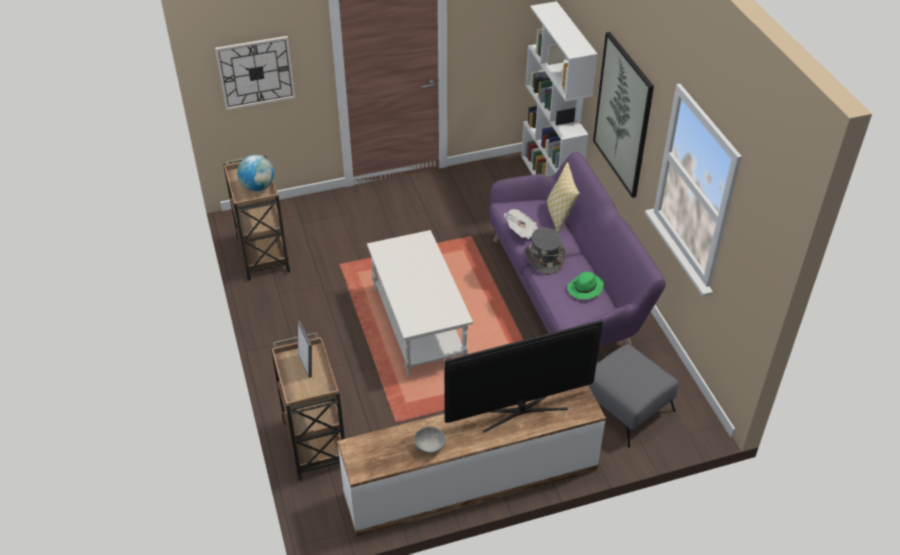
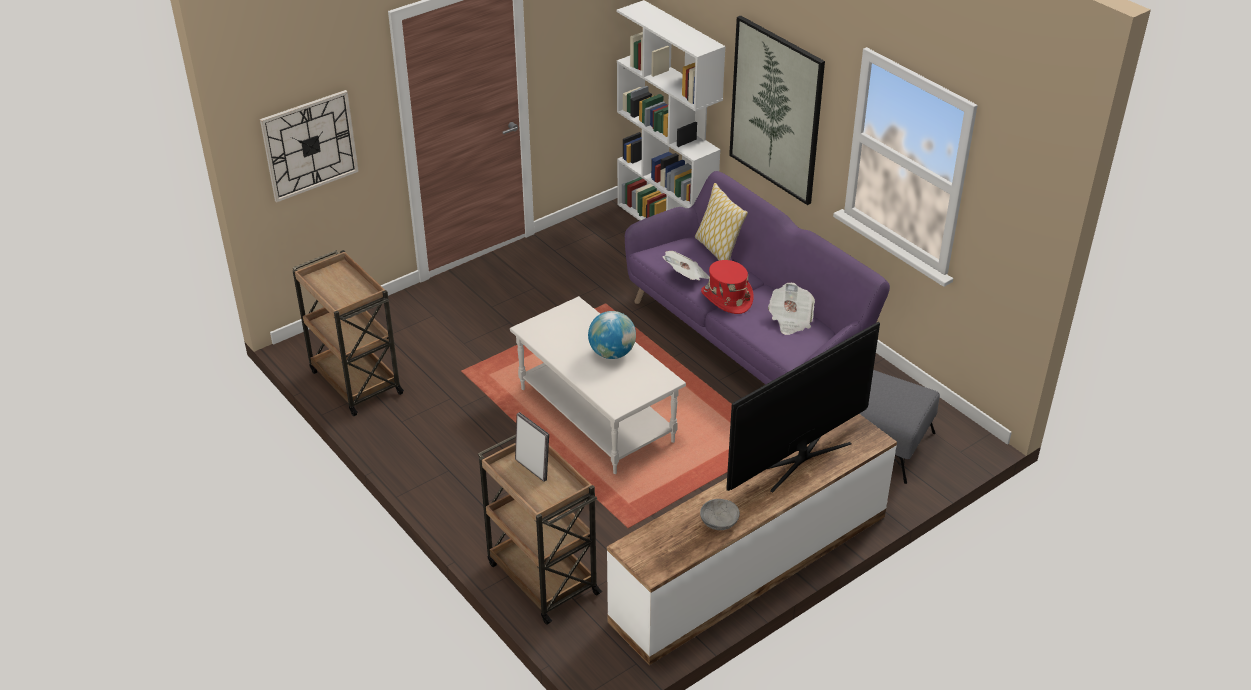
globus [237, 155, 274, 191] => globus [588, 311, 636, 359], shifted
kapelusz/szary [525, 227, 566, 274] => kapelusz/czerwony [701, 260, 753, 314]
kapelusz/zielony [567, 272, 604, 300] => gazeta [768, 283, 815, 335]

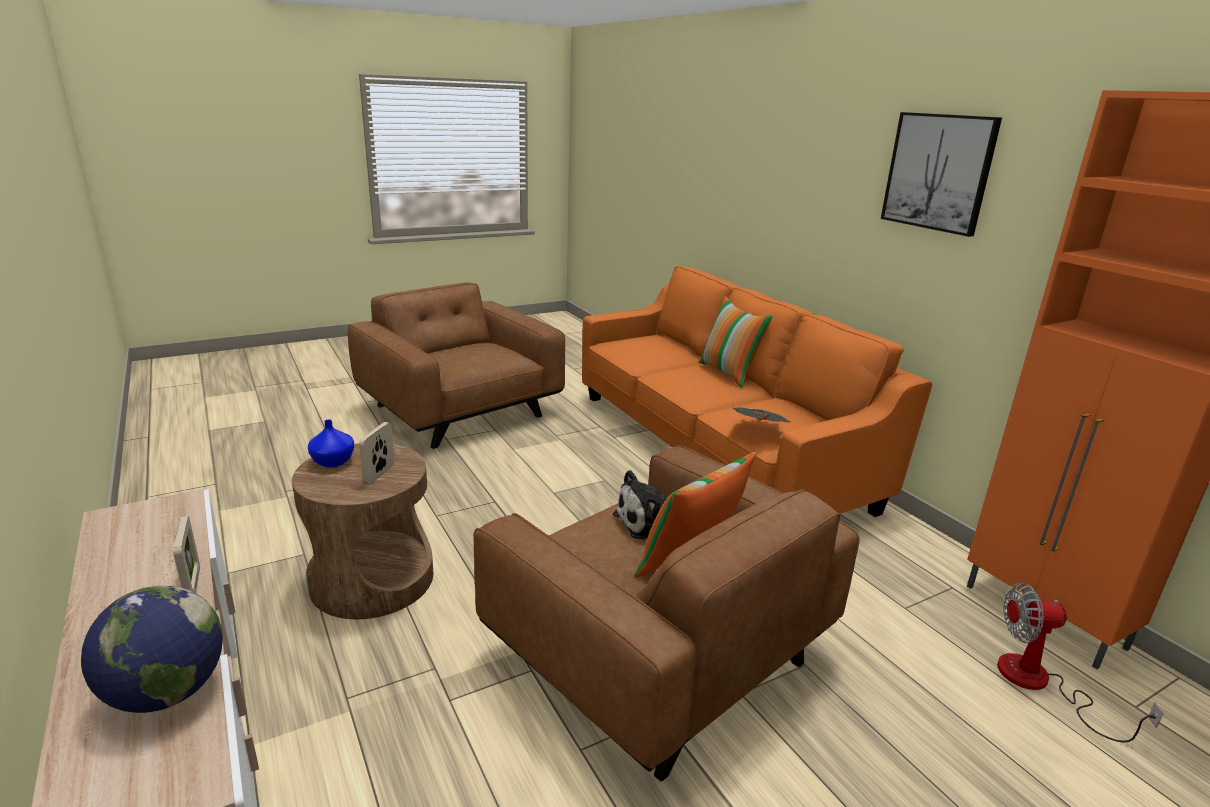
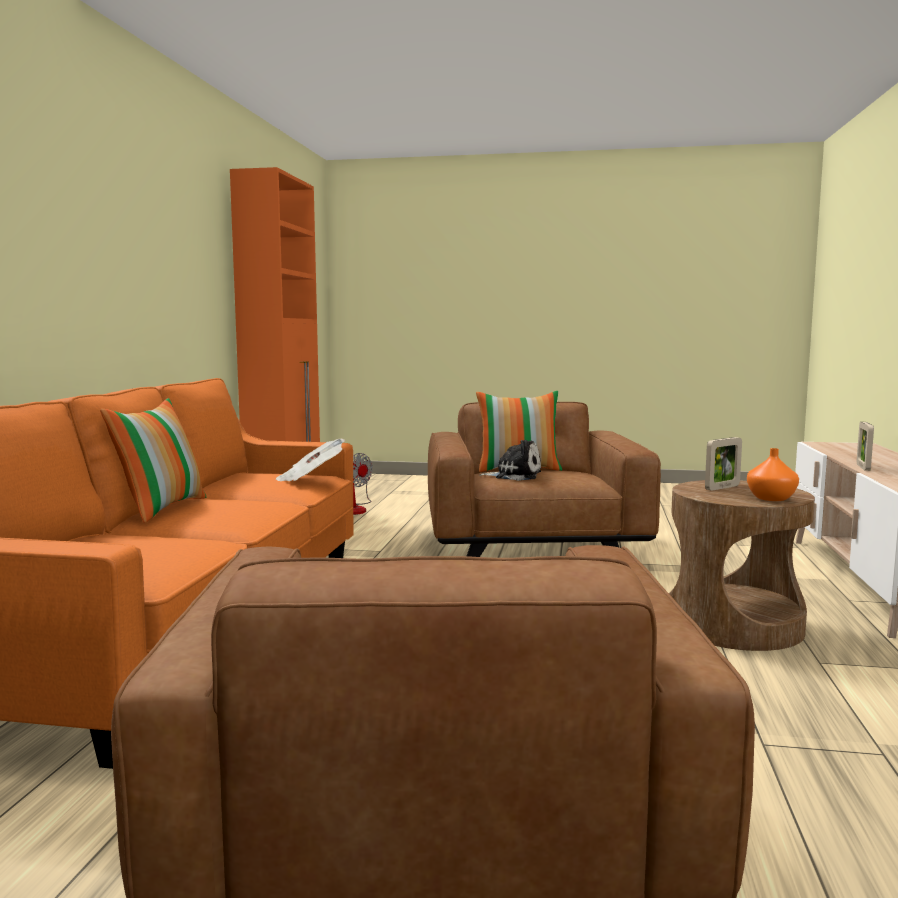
obraz [881, 112, 1002, 237] => nothing
wazon/niebieski [308, 420, 355, 468] => wazon/pomarańczowy [747, 448, 799, 501]
globus [81, 585, 223, 713] => nothing

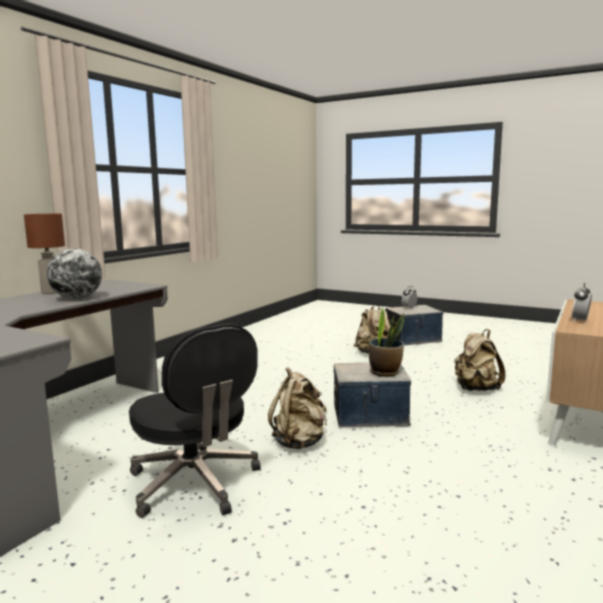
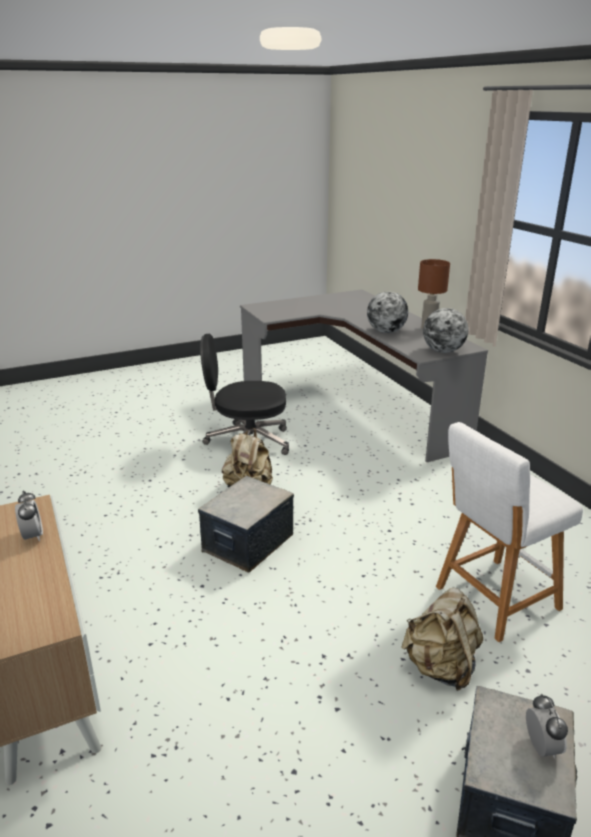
roślina doniczkowa [369, 307, 404, 377] => nothing
plecak/beżowy [454, 329, 505, 391] => nothing
nothing => globus [423, 308, 468, 353]
nothing => stołek/biały [436, 422, 583, 642]

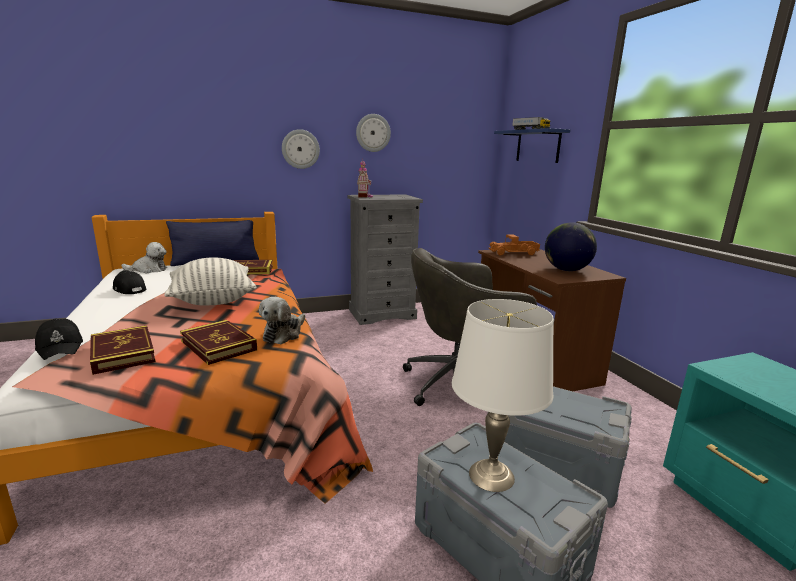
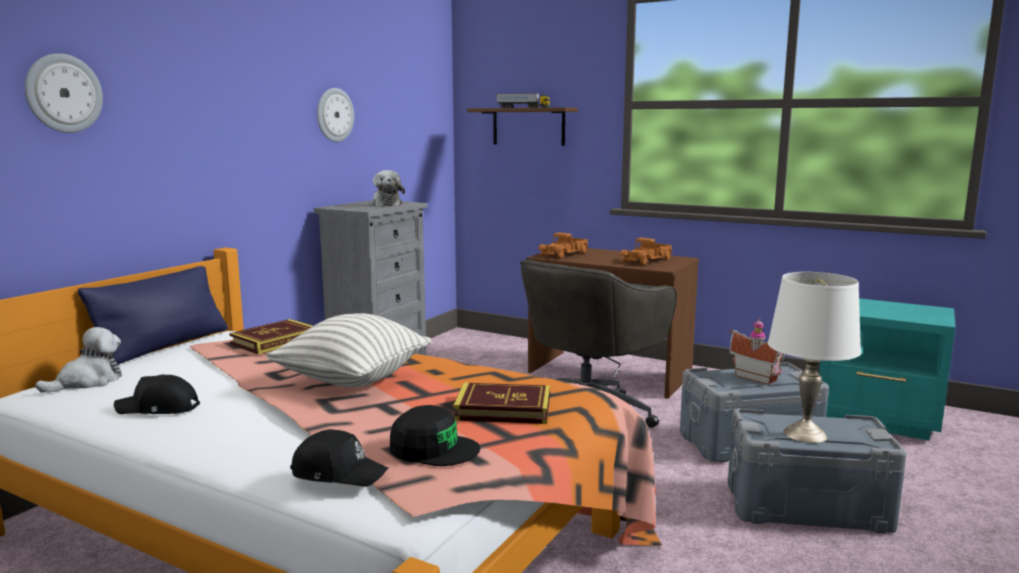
półka/niebieski [494, 128, 570, 163] => półka/brązowy [467, 107, 578, 146]
zegar ścienny [282, 129, 320, 169] => zegar ścienny [25, 53, 103, 133], shifted
domek [357, 159, 373, 198] => domek [730, 317, 785, 385], shifted
globus [545, 222, 597, 271] => ciężarówka zabawkowa [620, 238, 672, 265]
pluszak [259, 297, 305, 344] => pluszak [370, 170, 405, 207], shifted
książka [90, 325, 156, 375] => czapka z daszkiem/czarny [390, 405, 480, 466]

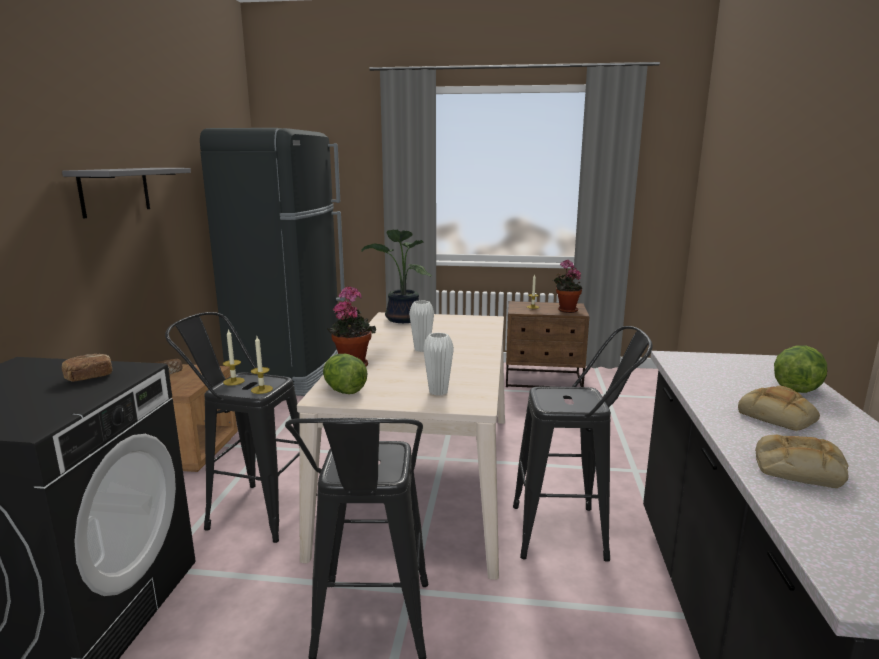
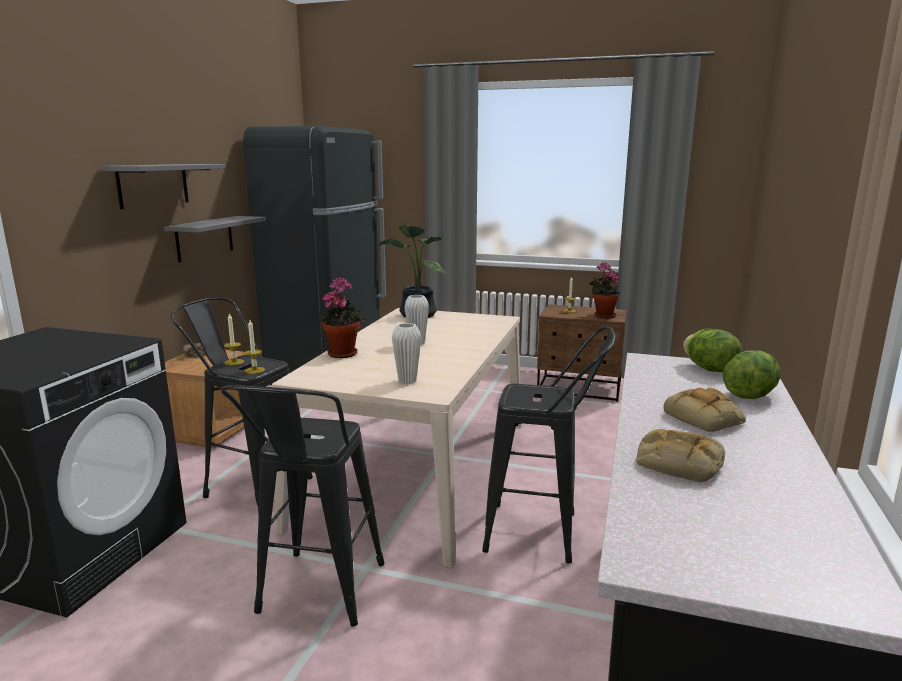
chleb [62, 354, 112, 382] => nothing
sałata [323, 354, 368, 394] => sałata [683, 329, 742, 372], shifted
nothing => półka/szary [164, 216, 266, 262]

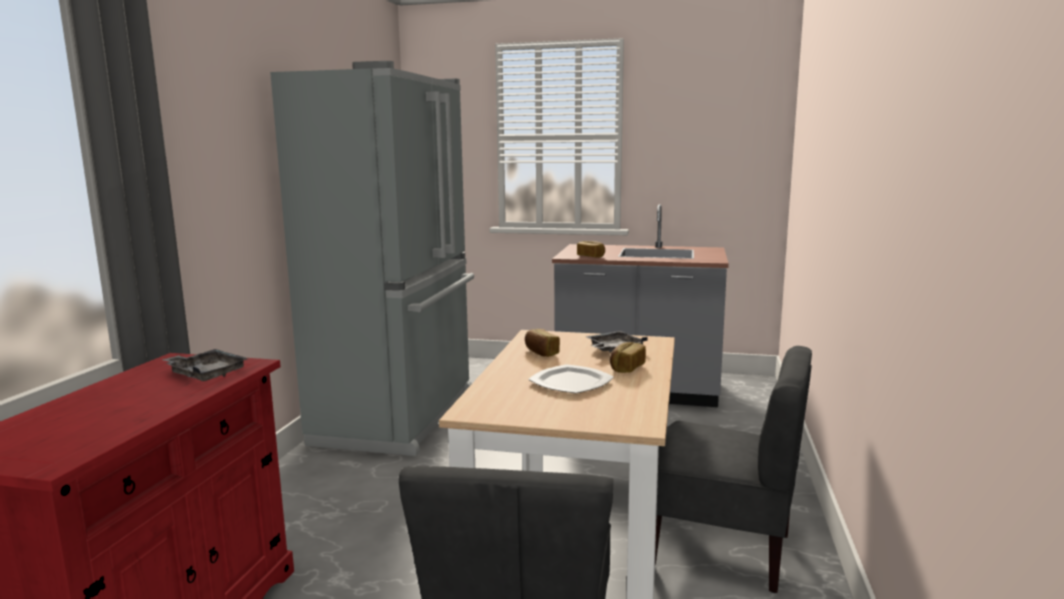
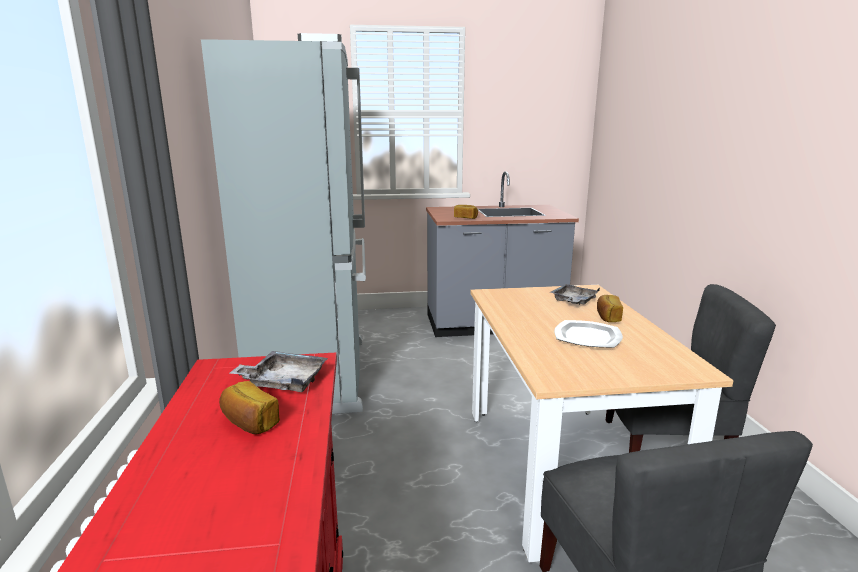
chleb [525, 329, 560, 357] => chleb [219, 381, 280, 434], shifted

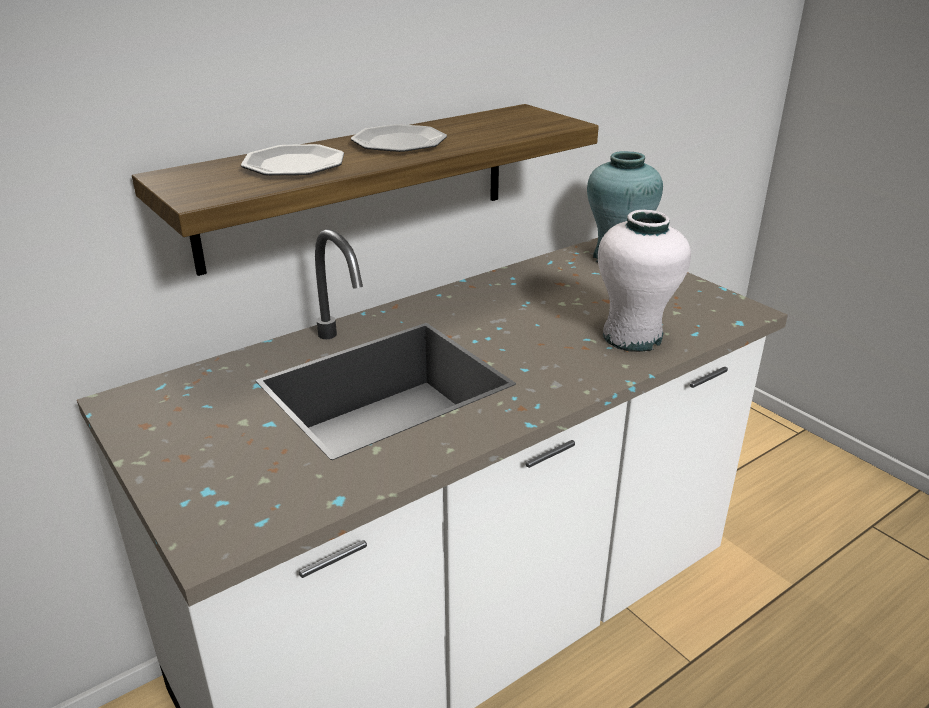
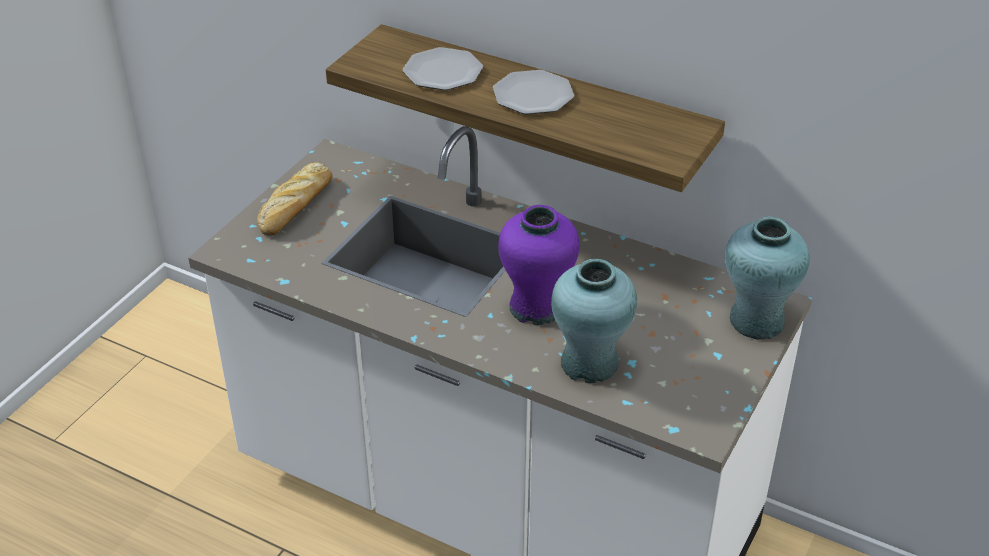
wazon/biały [598, 210, 691, 352] => wazon/turkusowy [551, 259, 637, 383]
nothing => chleb [257, 162, 333, 236]
nothing => wazon/fioletowy [498, 205, 580, 325]

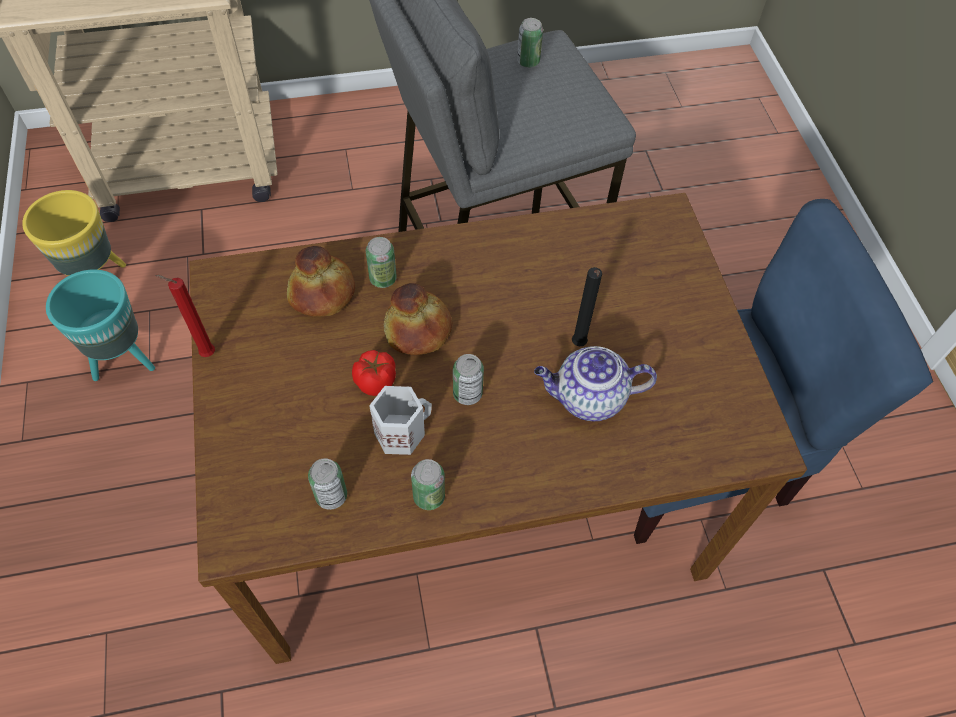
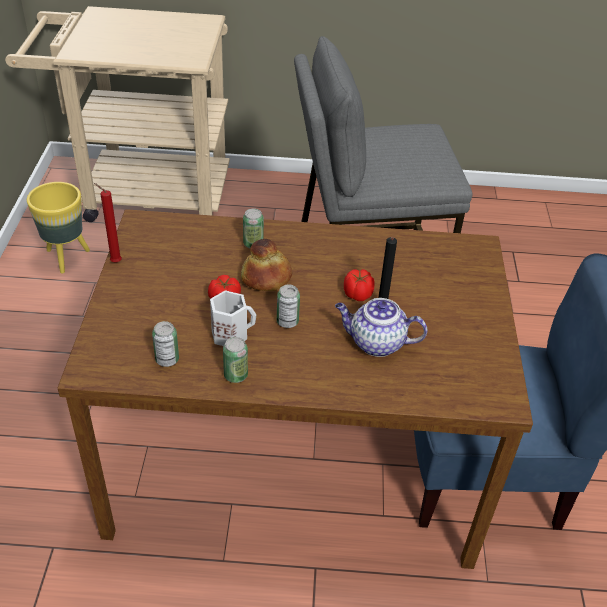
puszka [517, 18, 543, 68] => nothing
chleb [287, 246, 355, 317] => nothing
donica/turkusowy [46, 269, 155, 381] => nothing
nothing => pomidor [344, 269, 374, 301]

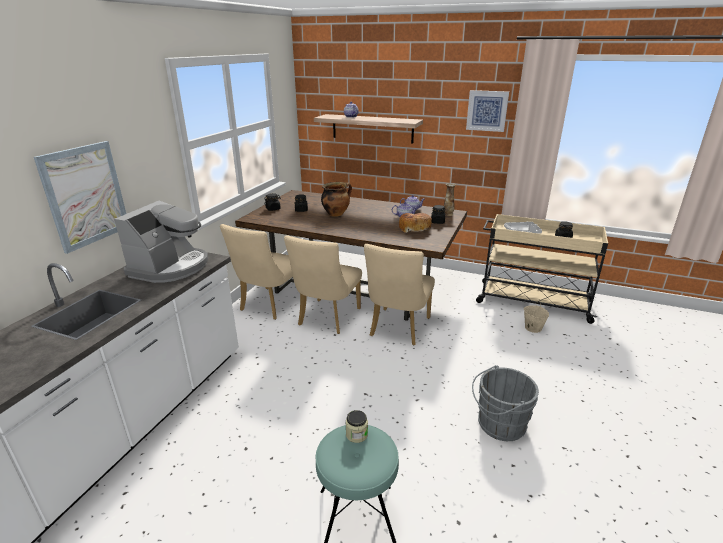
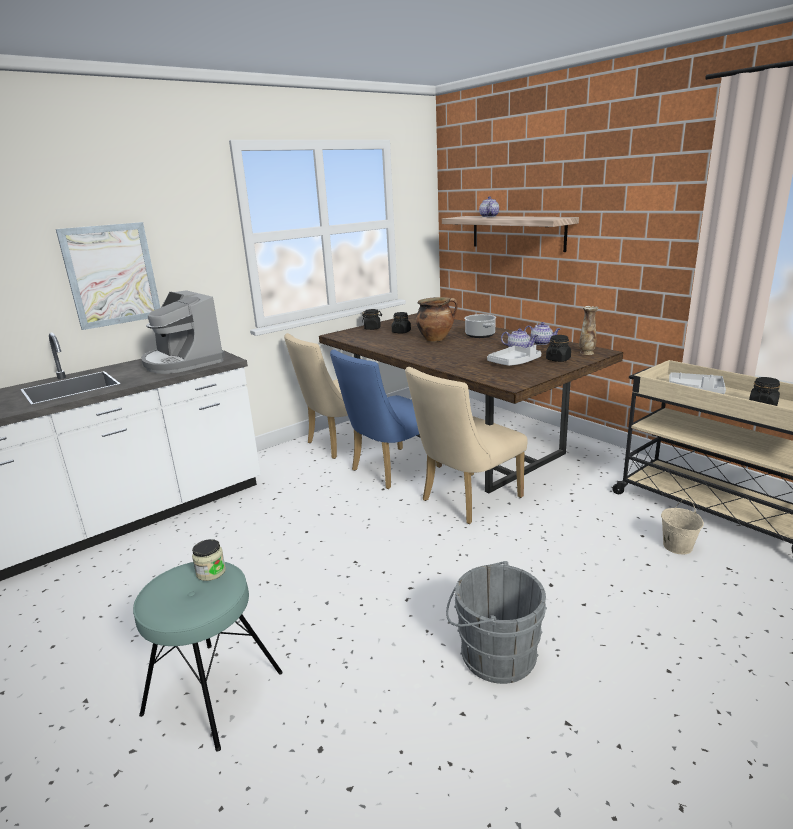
obraz [466, 90, 509, 132] => nothing
ekspres do kawy [114, 201, 208, 283] => ekspres do kawy [141, 290, 225, 374], 90 degrees clockwise
chleb [399, 213, 432, 233] => taca/szary [487, 345, 541, 366]
krzesło/beżowy [284, 235, 362, 334] => krzesło/niebieski [330, 349, 442, 489]
nothing => garnek [464, 314, 496, 338]

